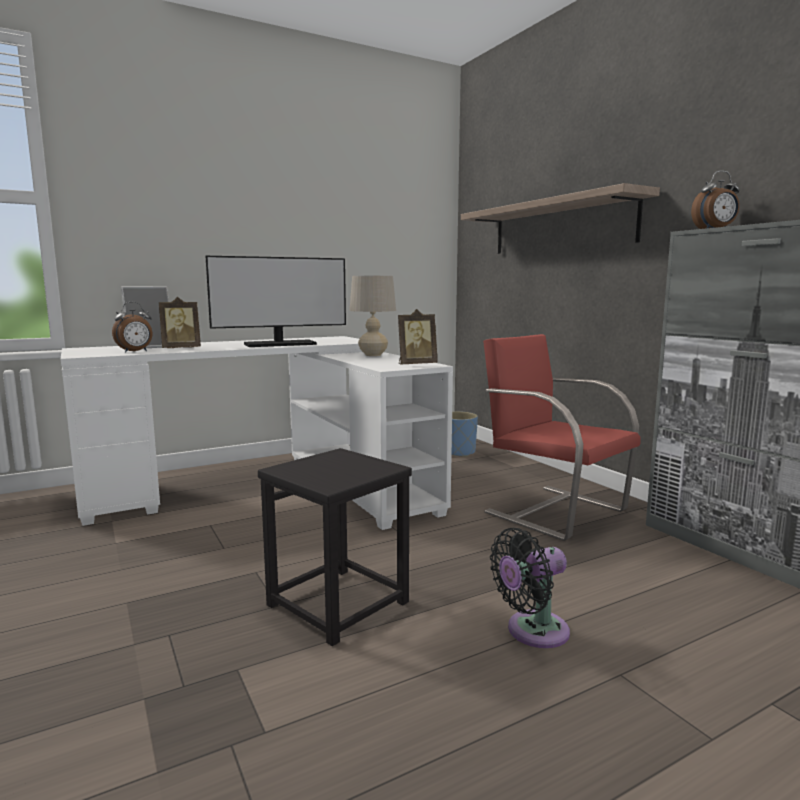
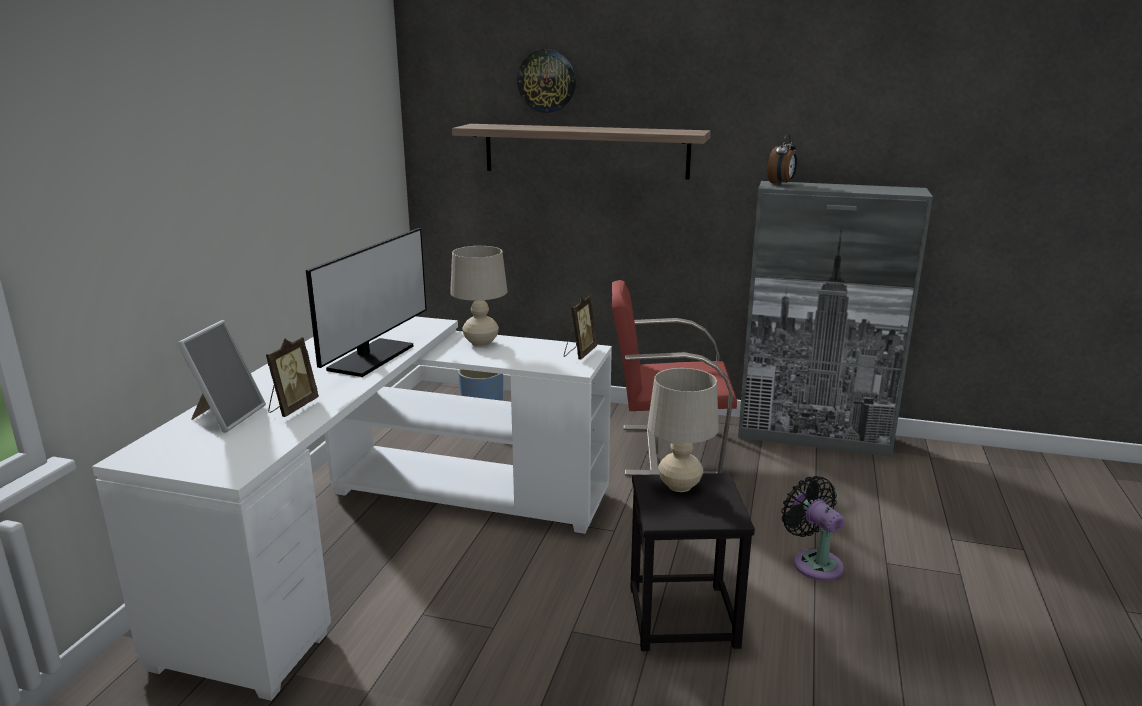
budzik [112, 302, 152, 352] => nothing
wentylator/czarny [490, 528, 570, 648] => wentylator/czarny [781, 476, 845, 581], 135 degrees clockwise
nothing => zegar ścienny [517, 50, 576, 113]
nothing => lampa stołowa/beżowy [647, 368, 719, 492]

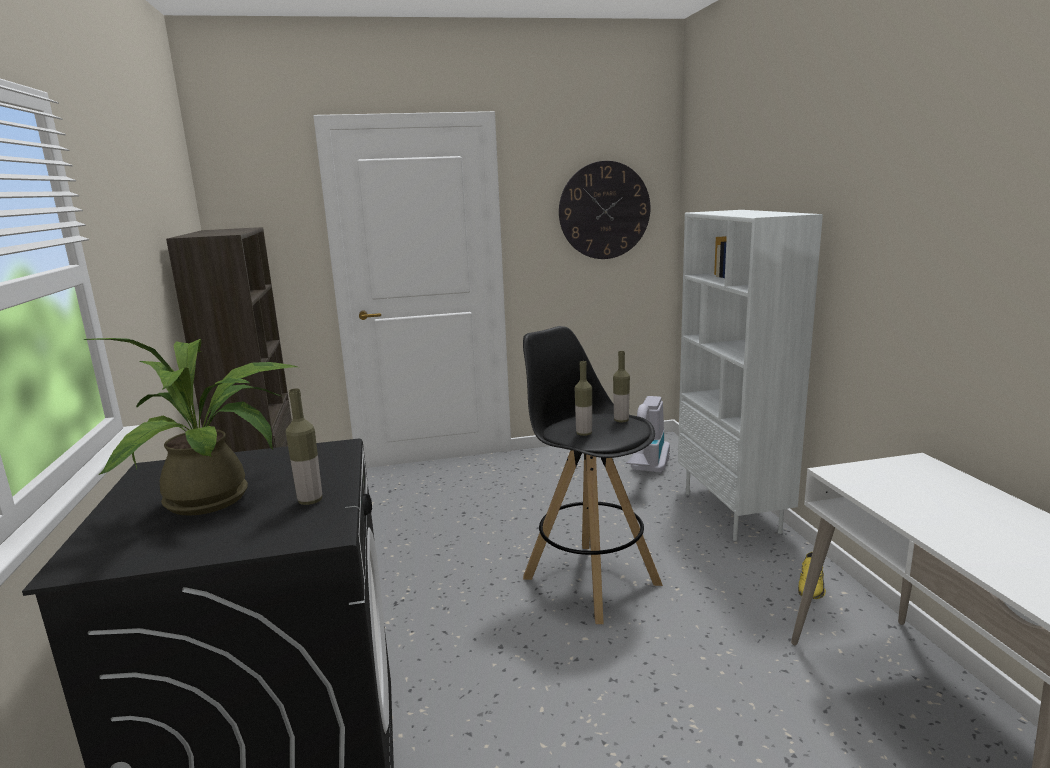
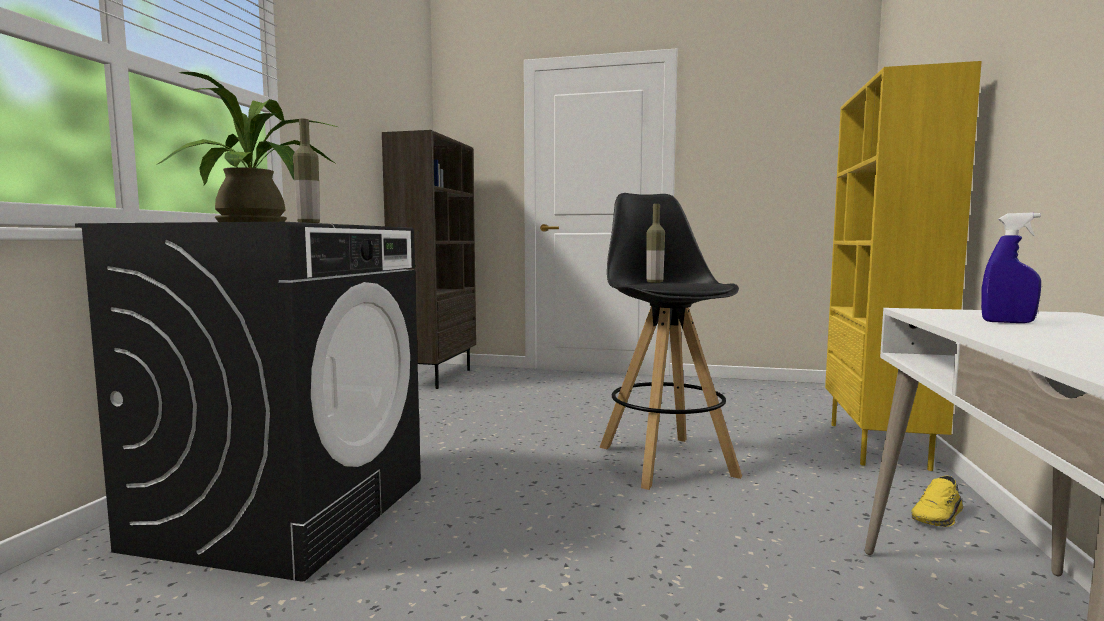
zegar ścienny [559, 161, 650, 259] => nothing
regał/biały [678, 210, 823, 541] => regał/żółty [825, 61, 982, 471]
butelka [613, 351, 630, 422] => nothing
odkurzacz [626, 396, 670, 473] => nothing
nothing => spryskiwacz/niebieski [981, 213, 1041, 323]

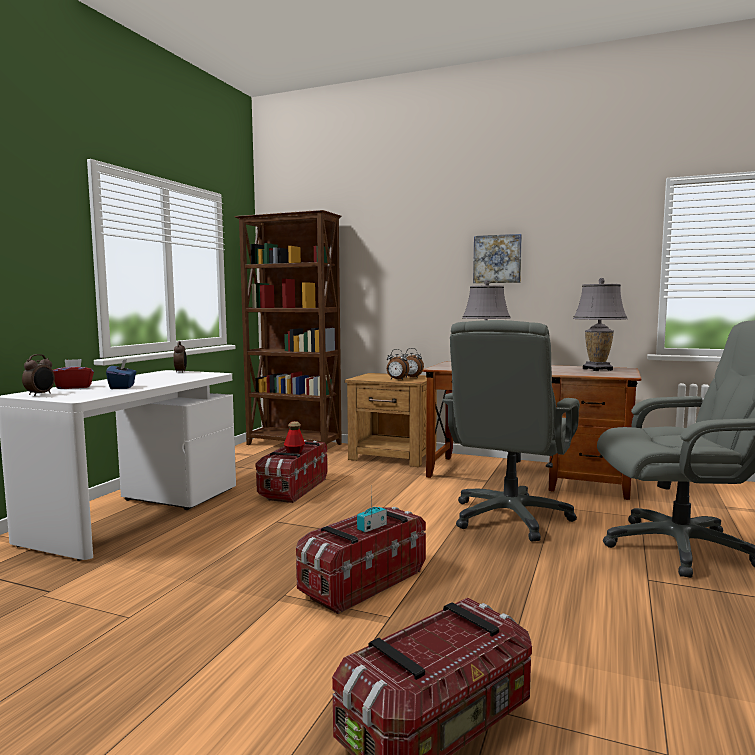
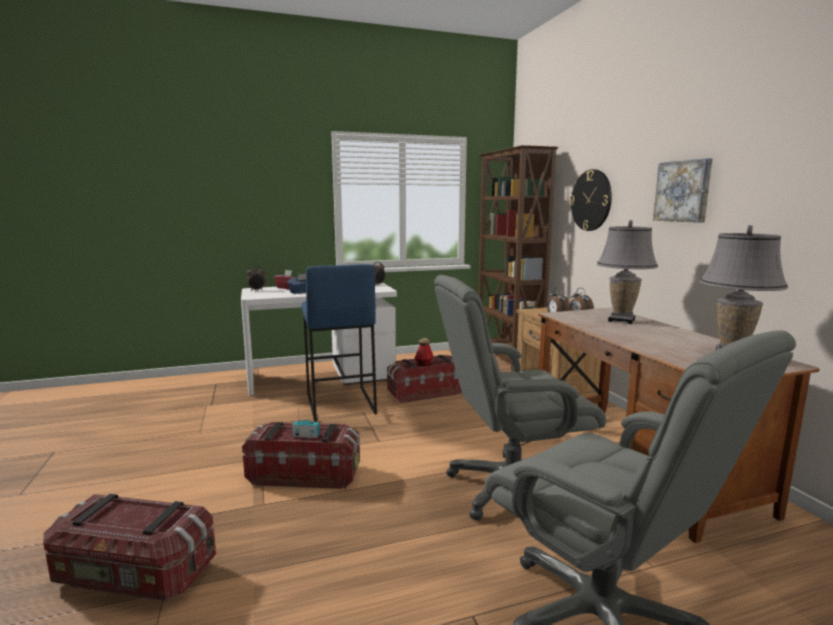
nothing => zegar ścienny [570, 169, 612, 231]
nothing => stołek/niebieski [301, 264, 377, 422]

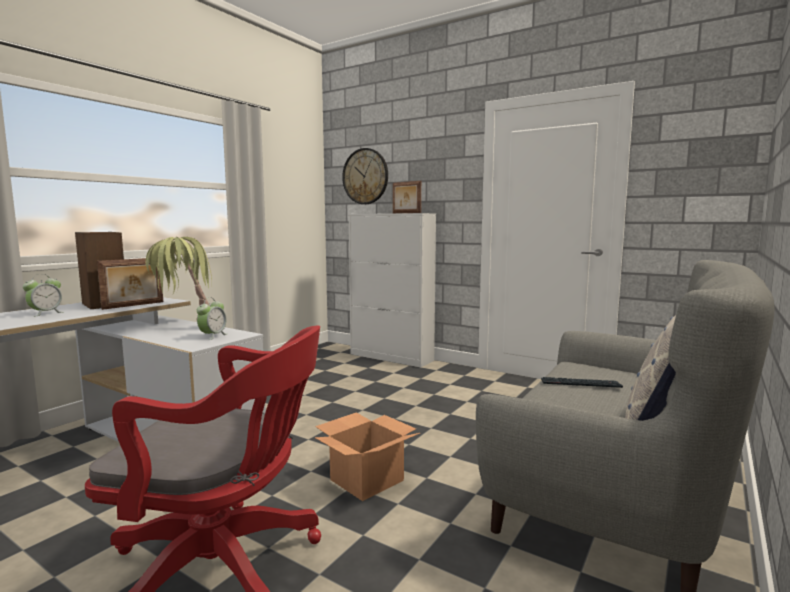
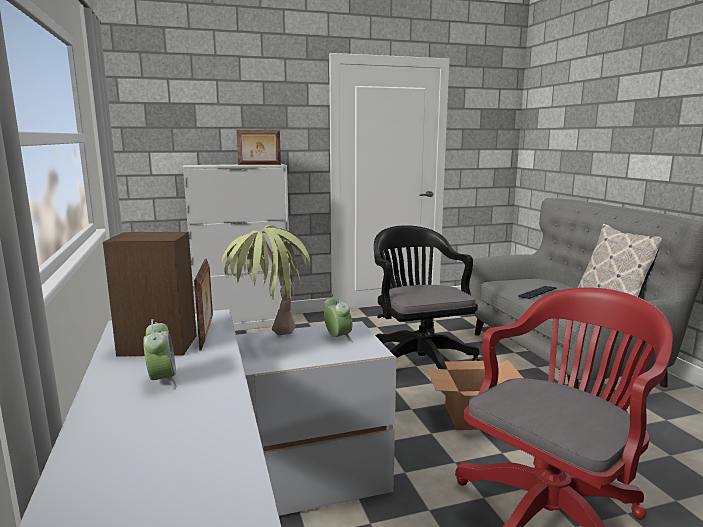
zegar ścienny [342, 148, 388, 204] => nothing
nothing => krzesło biurowe/czarny [374, 225, 480, 370]

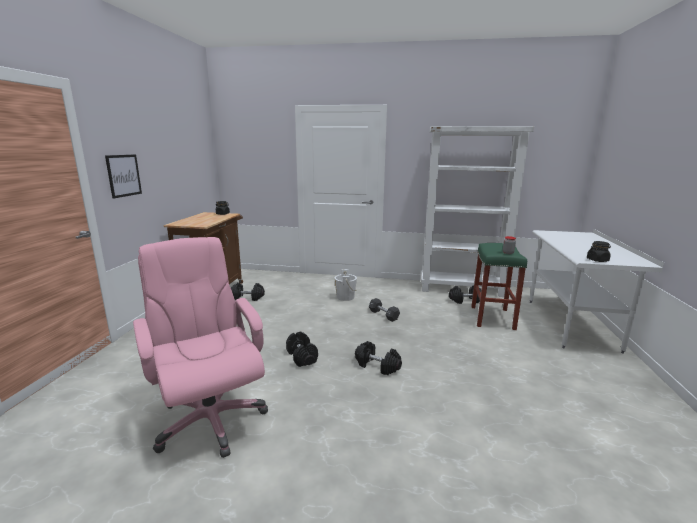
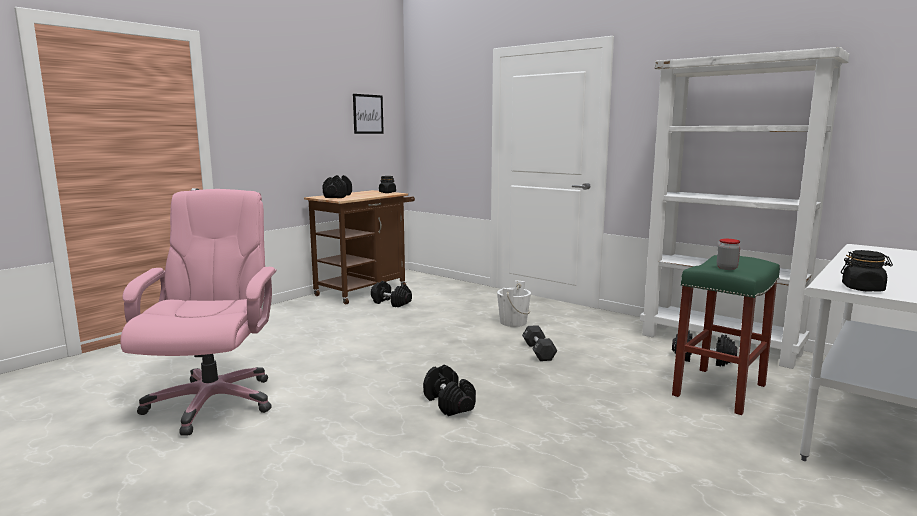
obraz [105, 154, 142, 199] => obraz [353, 94, 384, 134], shifted
hantel/czarny [286, 331, 318, 367] => hantel/czarny [322, 175, 352, 198], shifted

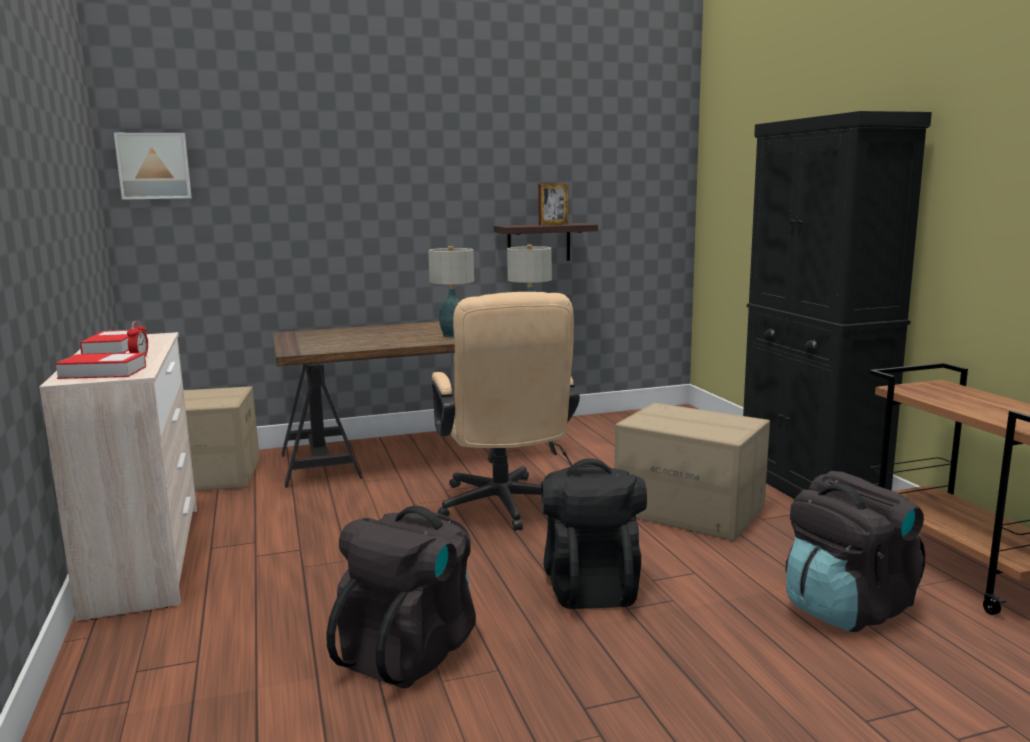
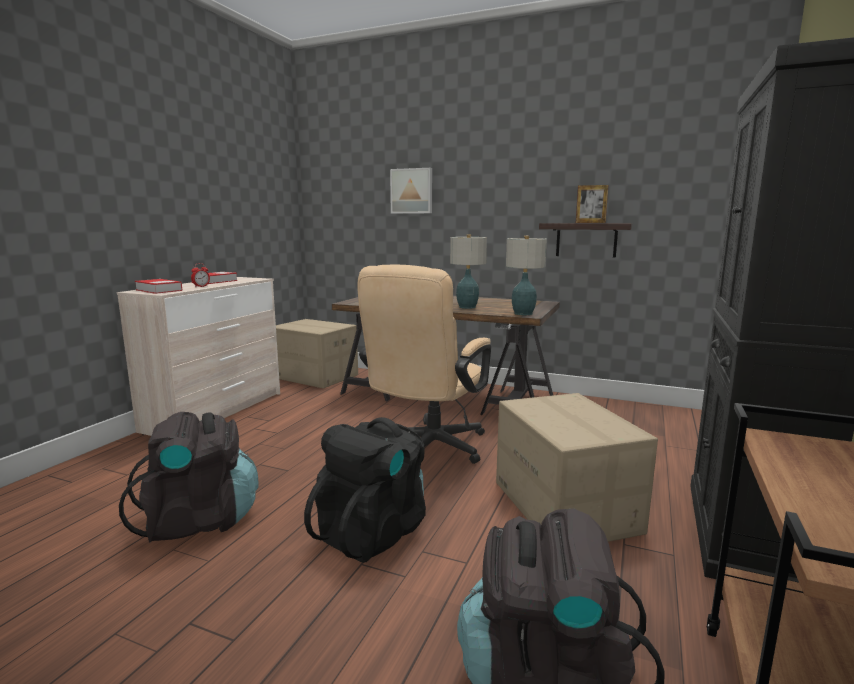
obraz [114, 133, 192, 200] => obraz [390, 168, 432, 214], shifted

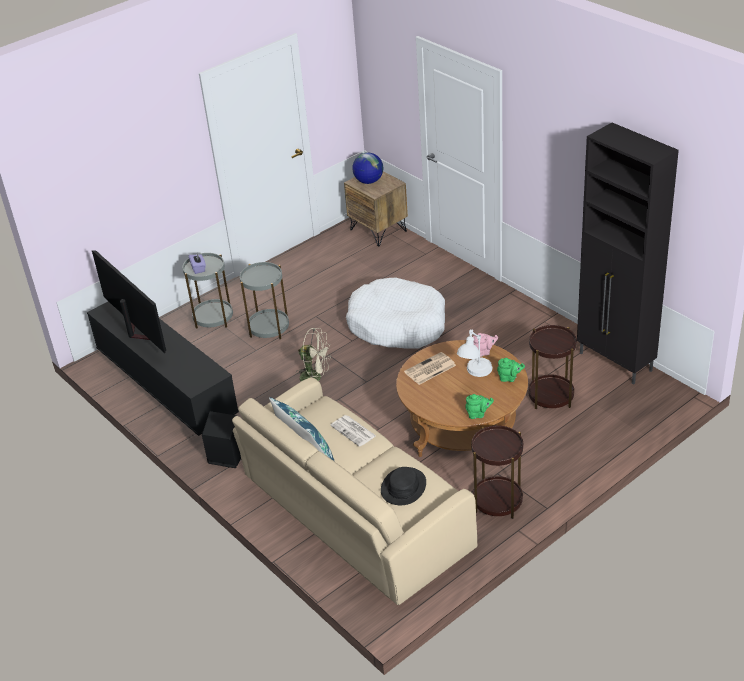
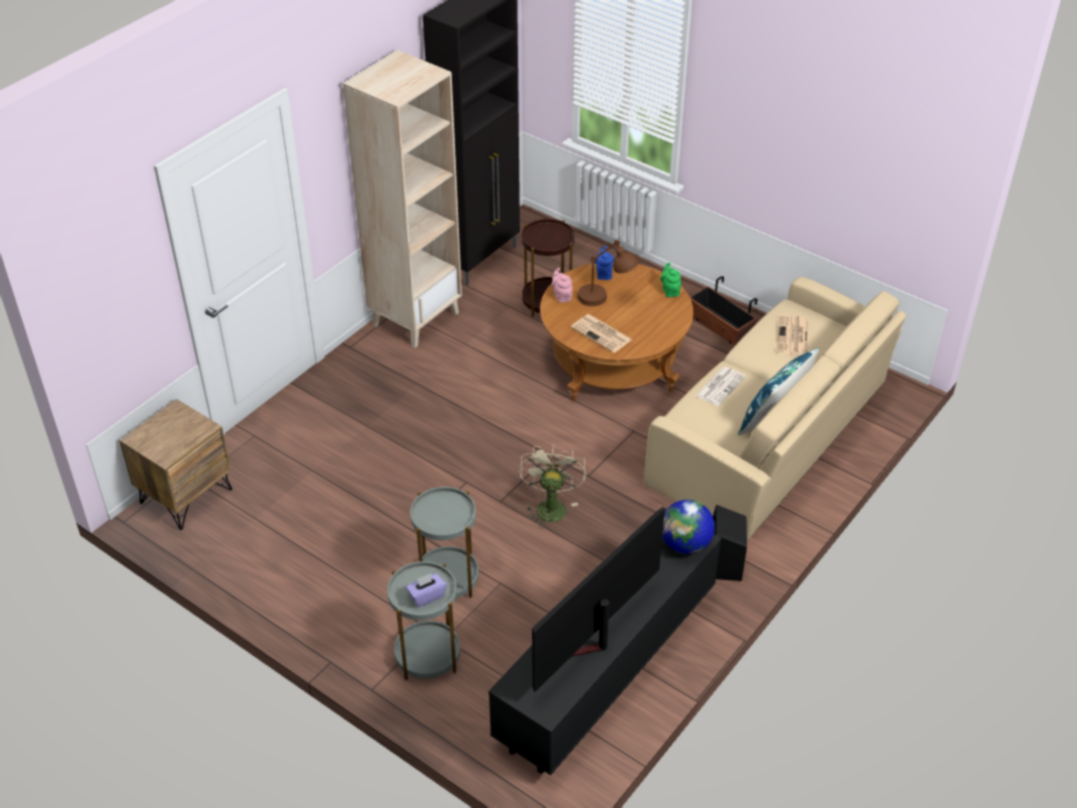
globus [352, 153, 383, 184] => globus [662, 500, 715, 554], shifted
legowisko/biały [346, 278, 445, 349] => nothing
lampa stołowa/biały [457, 329, 492, 377] => lampa stołowa/brązowy [577, 240, 639, 306]
imbryk/zielony [497, 358, 525, 382] => imbryk/niebieski [595, 246, 614, 280]
stolik/brązowy [471, 425, 523, 519] => donica [690, 276, 758, 346]
kapelusz/czarny [381, 467, 426, 505] => gazeta [777, 315, 808, 356]
nothing => regał/beżowy [343, 50, 462, 348]

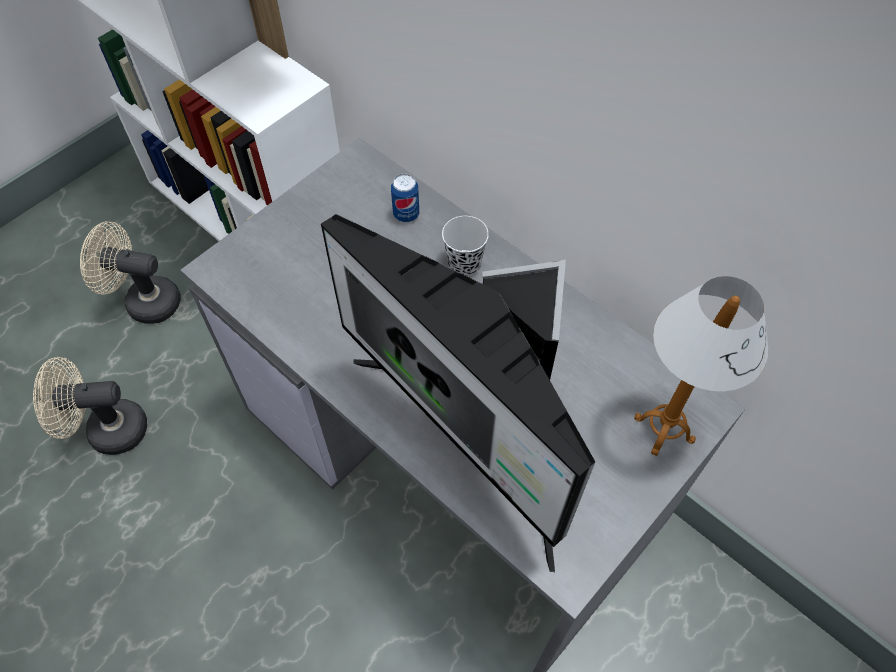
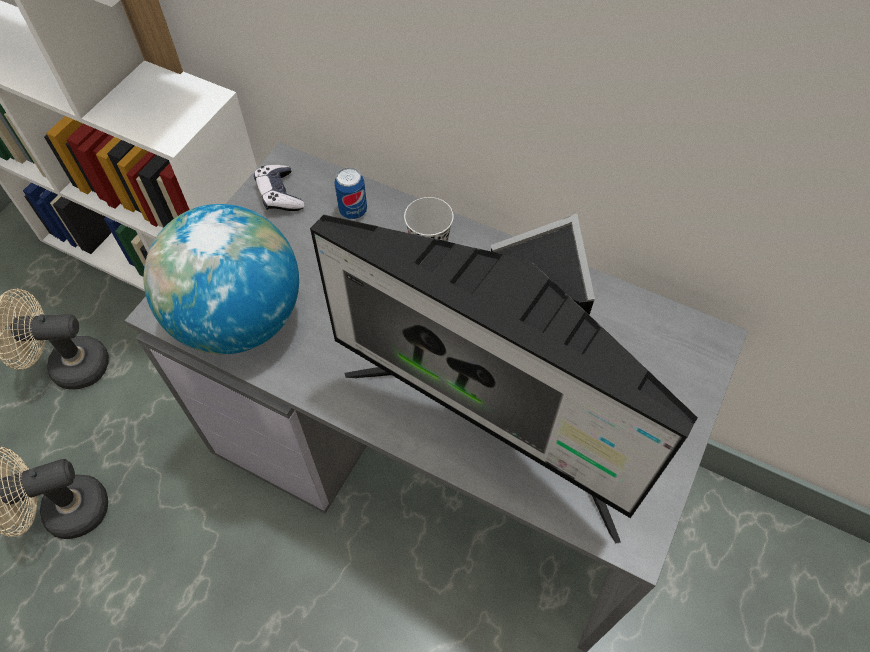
lampa stołowa [634, 276, 768, 456] => nothing
nothing => pad do gier [254, 165, 305, 211]
nothing => globus [144, 204, 299, 354]

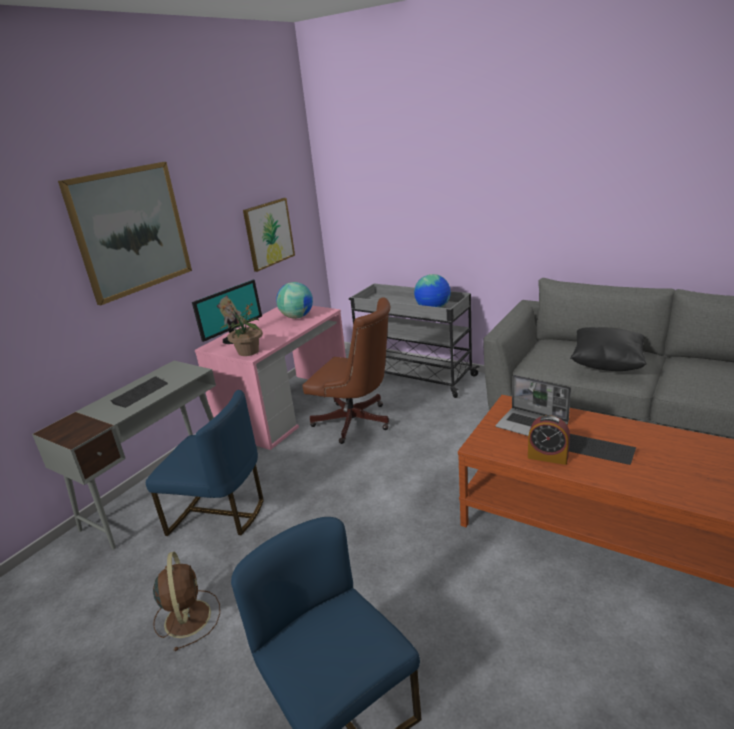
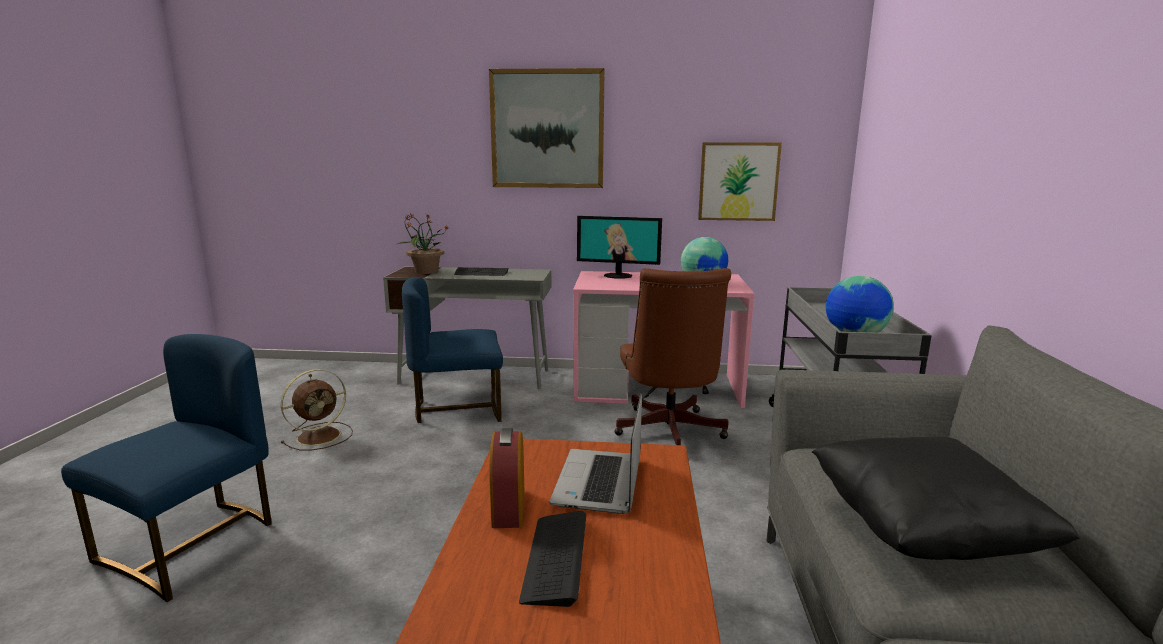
roślina doniczkowa [220, 301, 263, 356] => roślina doniczkowa [396, 213, 449, 274], shifted
krzesło/niebieski [146, 390, 264, 536] => krzesło/niebieski [402, 277, 503, 423], 90 degrees clockwise

